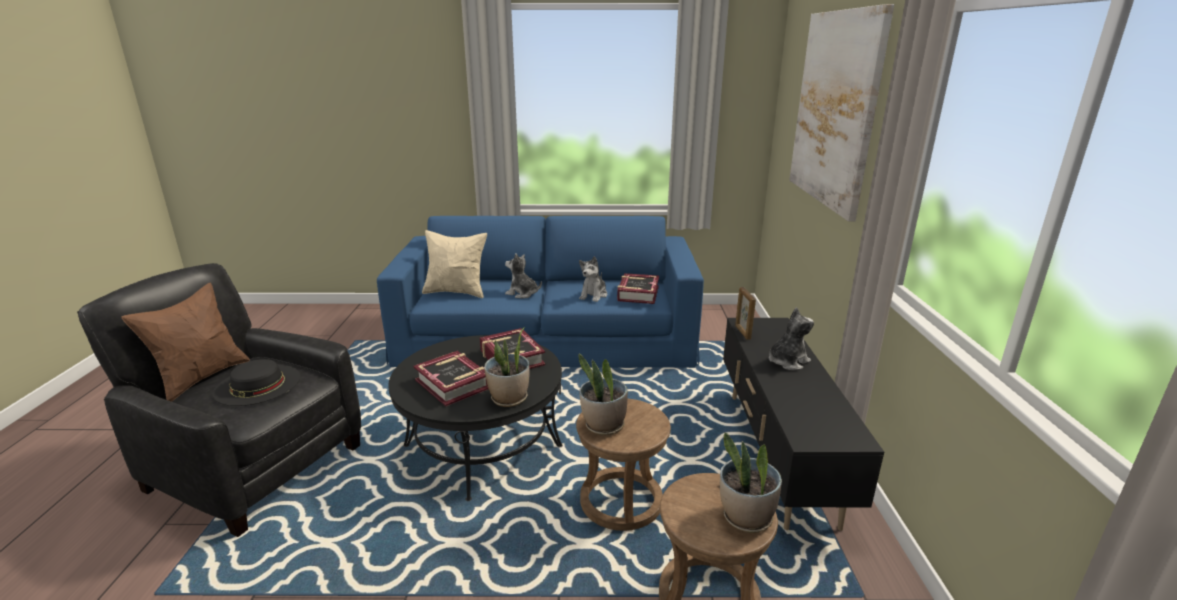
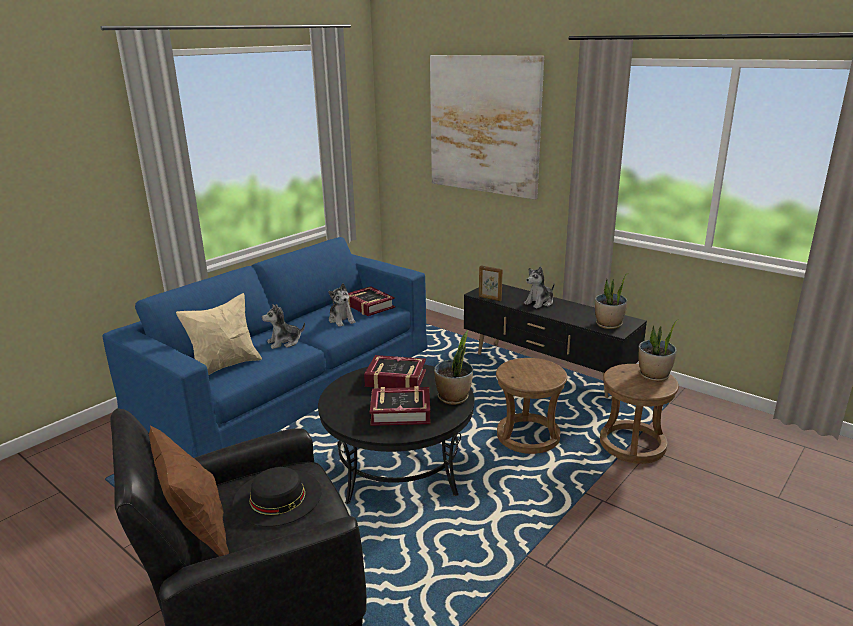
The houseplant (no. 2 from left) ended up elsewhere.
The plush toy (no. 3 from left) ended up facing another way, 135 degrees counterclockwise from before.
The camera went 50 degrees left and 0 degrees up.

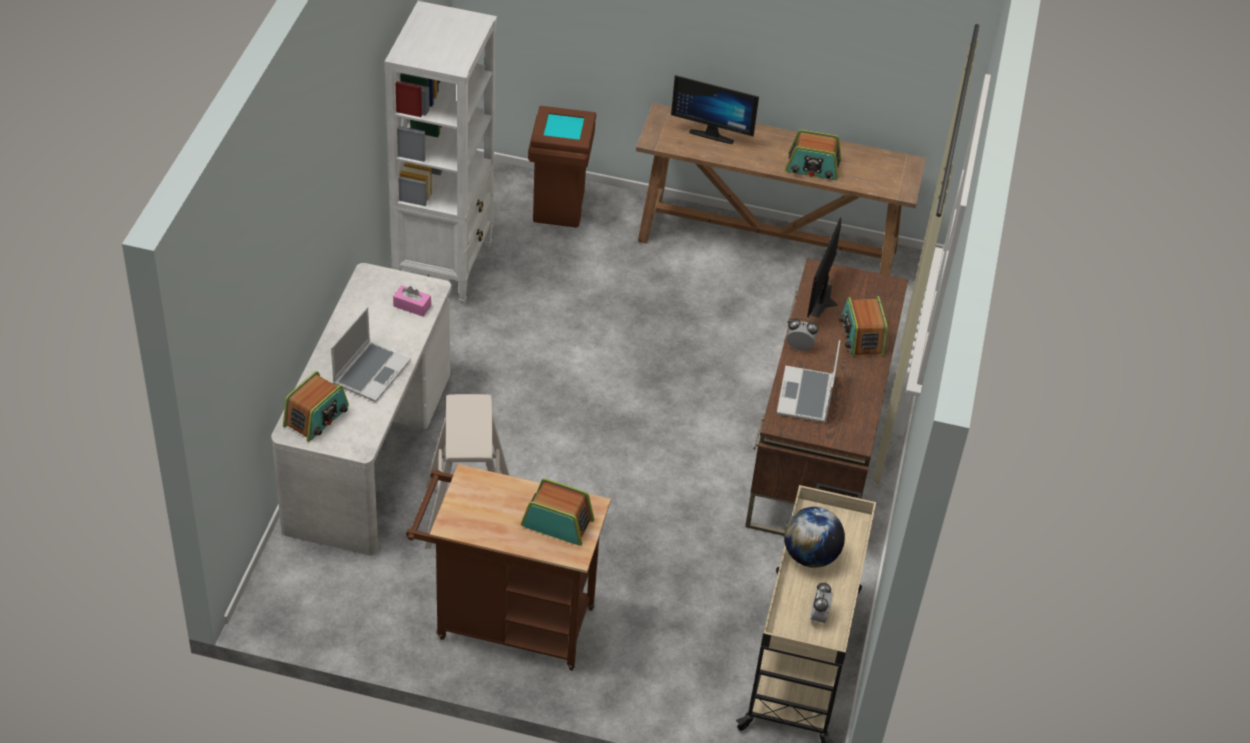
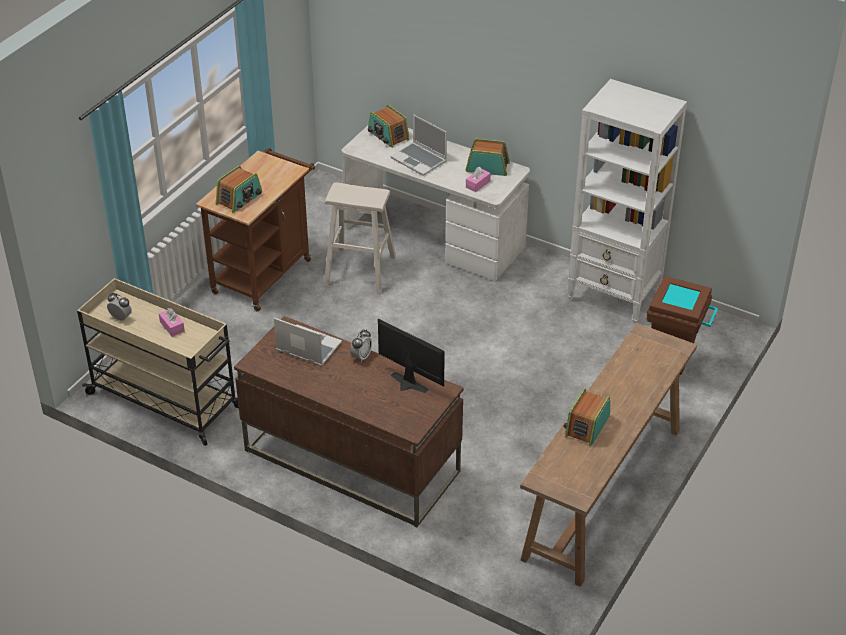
The second view lost the computer display (no. 1 from left).
Where the world globe stood, the box of tissues in pink-coloured (no. 1 from left) came to stand.
The radio (no. 4 from left in the first image) ended up elsewhere.
The camera went 110 degrees right and 5 degrees down.

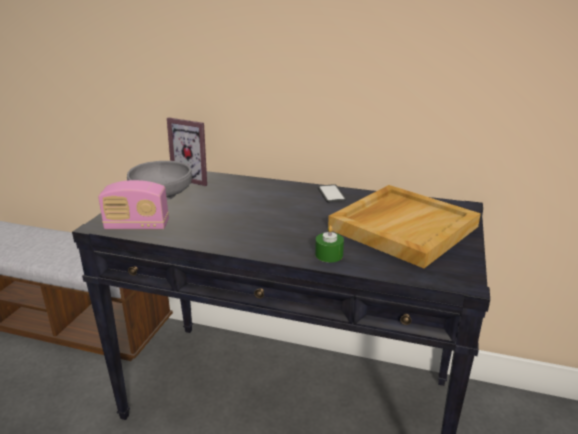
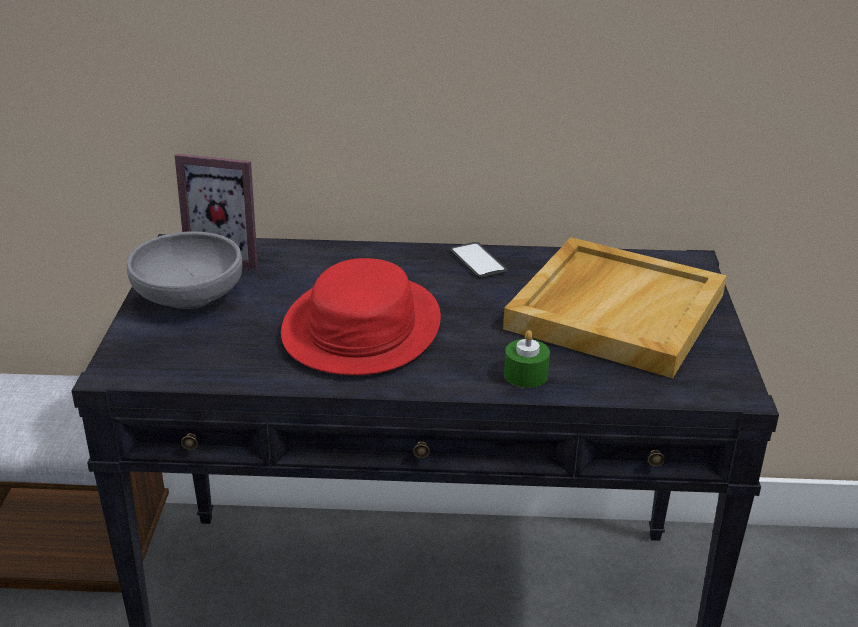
The second view lost the radio.
The second view gained the wearable hat in red.
The camera went 15 degrees left and 5 degrees up.

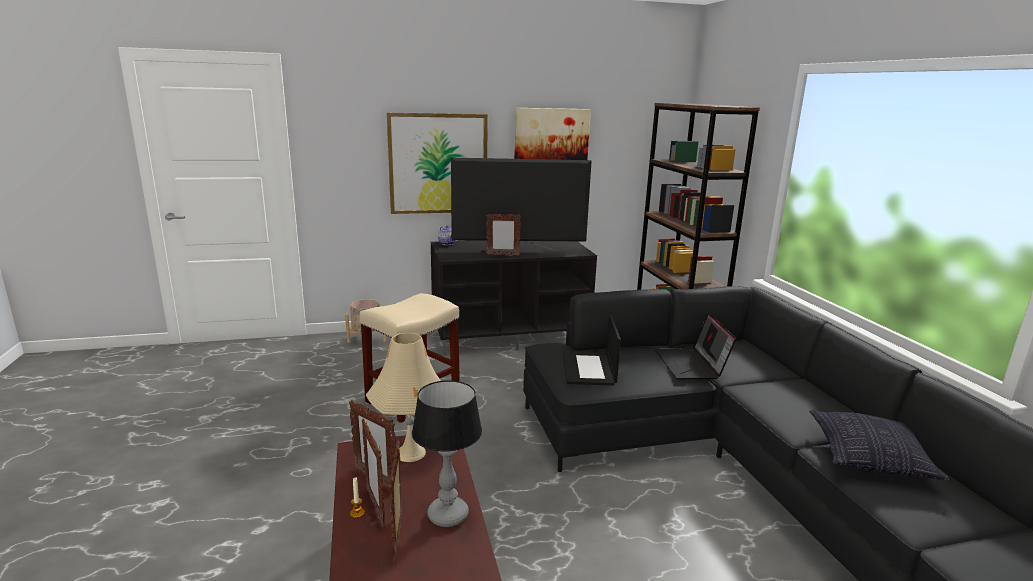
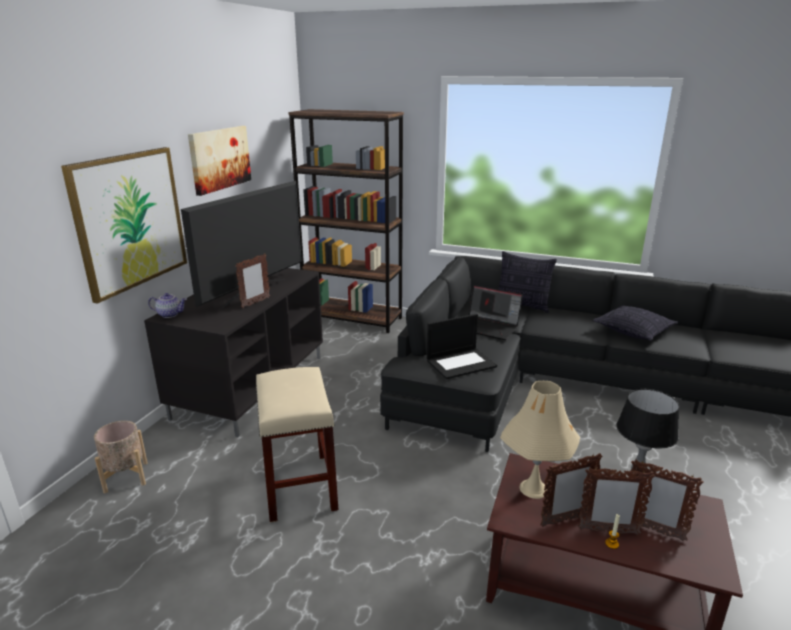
The notebook computer (no. 1 from left) ended up facing another way, 60 degrees counterclockwise from before.
The second view gained the pillow (no. 1 from left).
The camera went 55 degrees left and 5 degrees up.

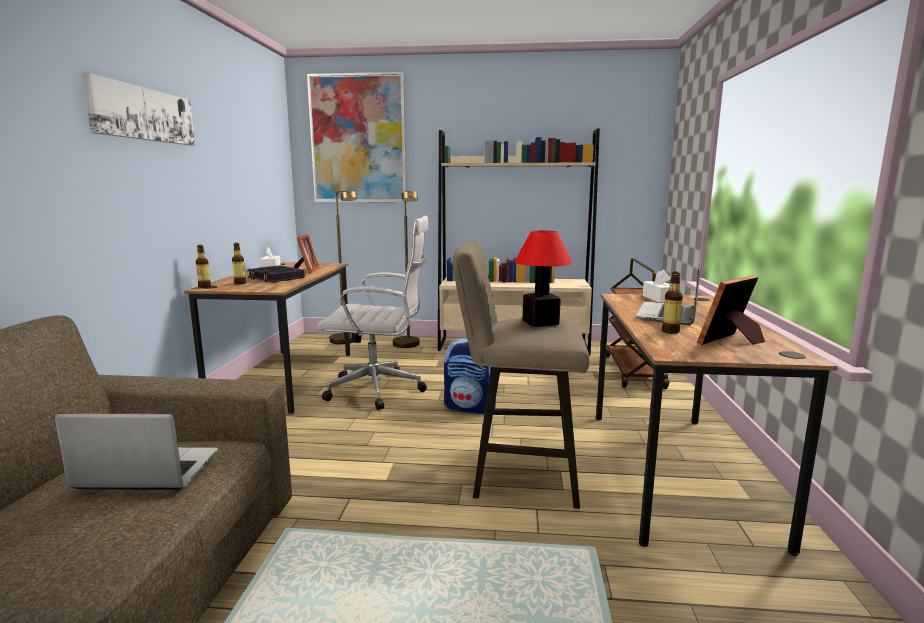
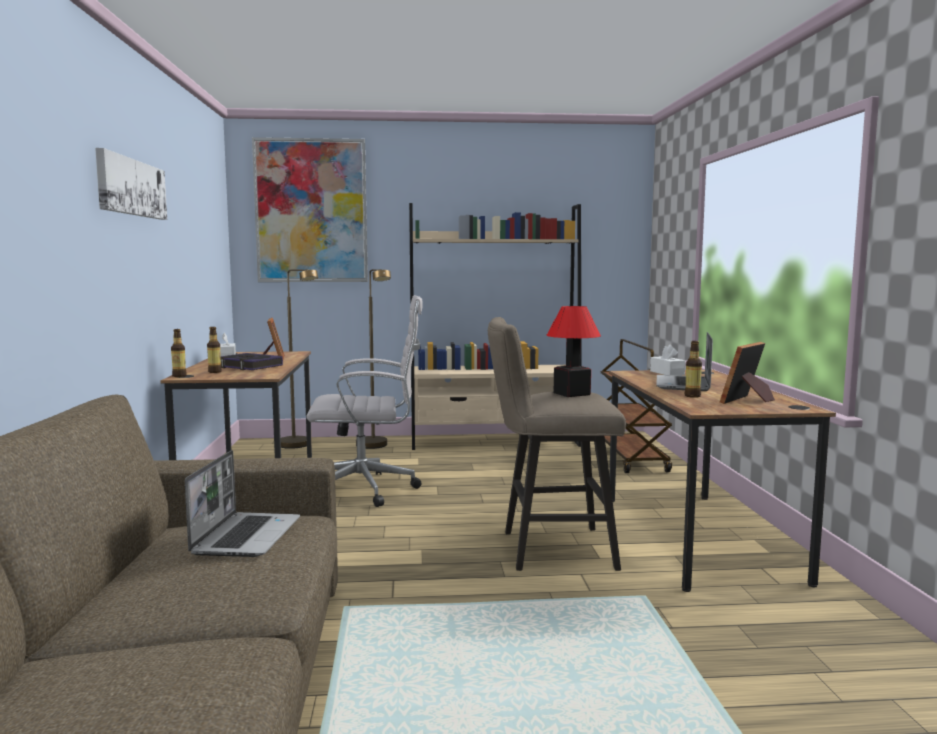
The notebook computer (no. 1 from left) ended up facing another way, 105 degrees clockwise from before.
The second view lost the backpack.
The camera went 10 degrees left and 5 degrees down.

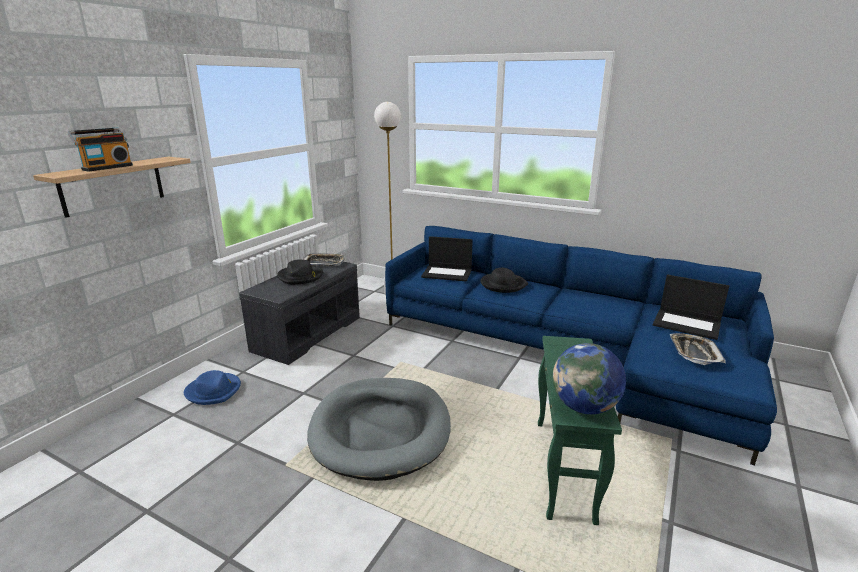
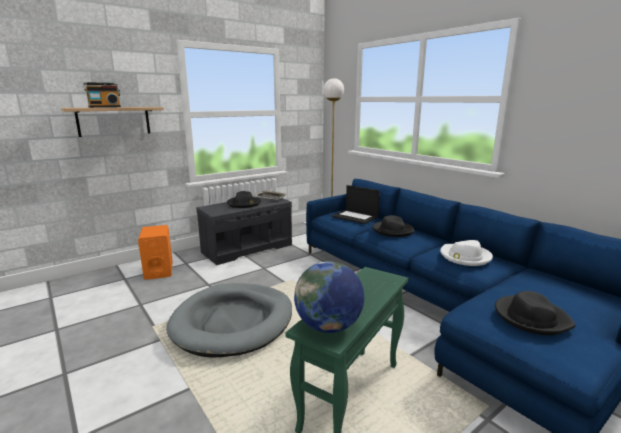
Where the wearable hat in blue-coloured stood, the audio speaker in orange-coloured came to stand.
The second view lost the notebook computer (no. 2 from left).
Where the tray (no. 2 from left) stood, the wearable hat in blackish (no. 3 from left) came to stand.
The second view gained the wearable hat in whitish.
The camera went 25 degrees right and 5 degrees down.

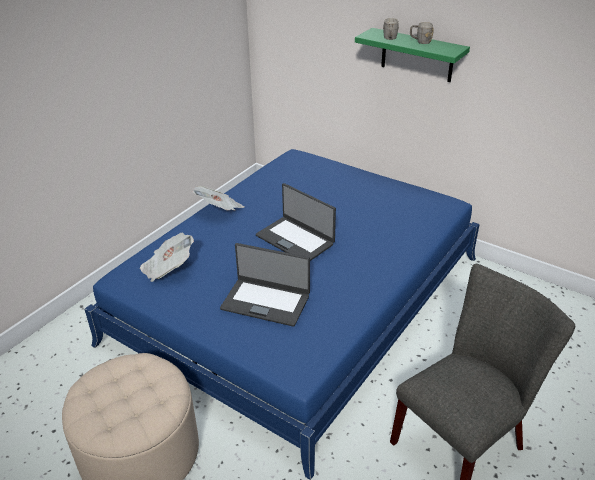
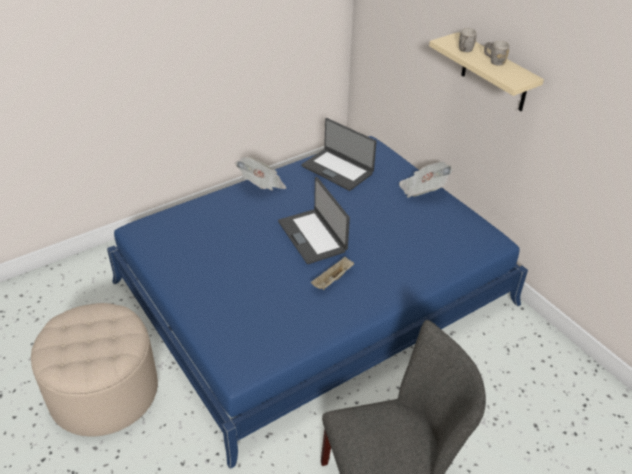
The newspaper (no. 1 from left in the first image) ended up elsewhere.
The notebook computer (no. 1 from left in the first image) ended up elsewhere.
What was the shelf in greenish turned into the shelf in sand-coloured.
The second view gained the tray in sand-coloured.
The camera went 20 degrees right and 5 degrees up.

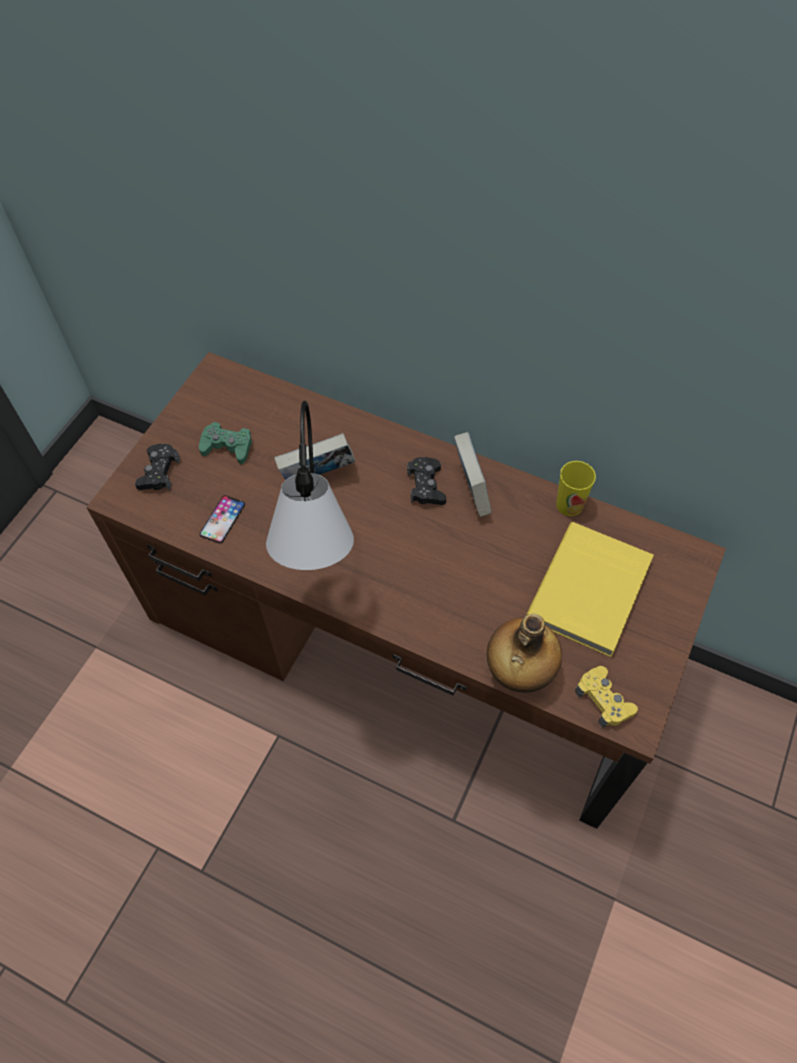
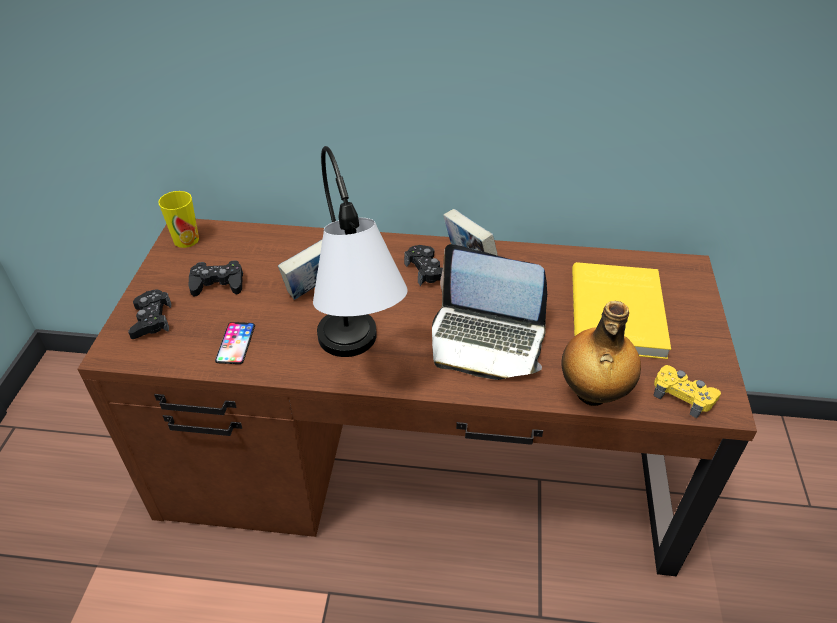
What was the game controller in greenish turned into the game controller in blackish (no. 2 from left).
The cup ended up elsewhere.
The second view gained the notebook computer.
The camera went 20 degrees left and 15 degrees down.

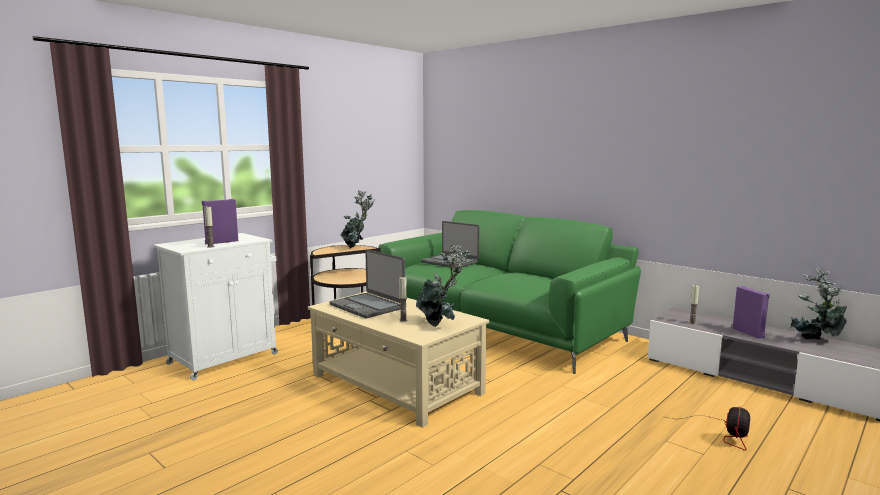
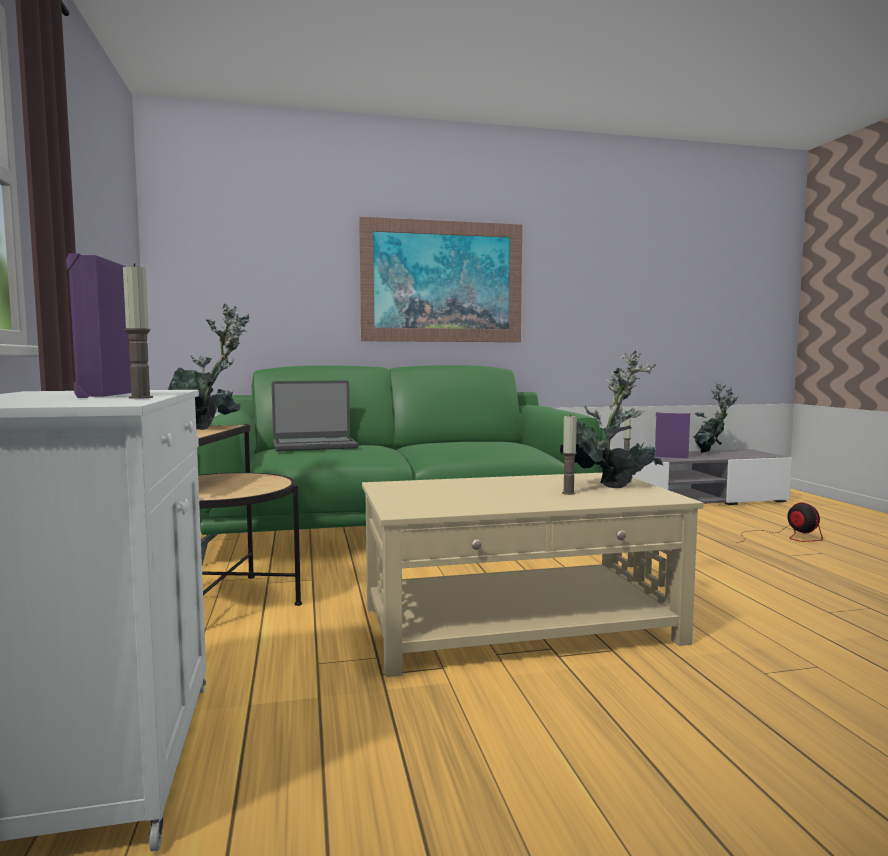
The second view lost the notebook computer (no. 1 from left).
The second view gained the wall picture.
The camera went 55 degrees left and 5 degrees down.

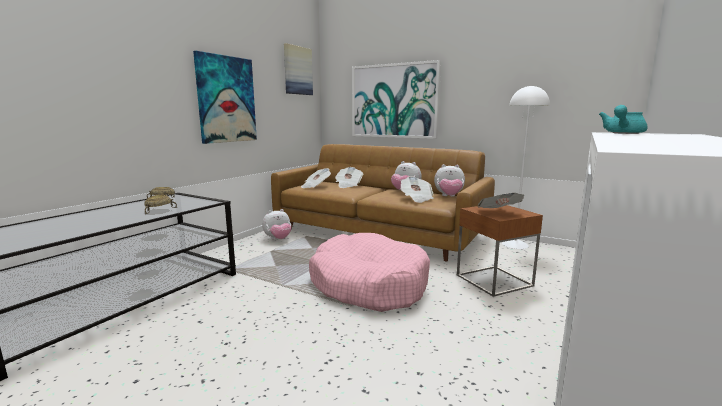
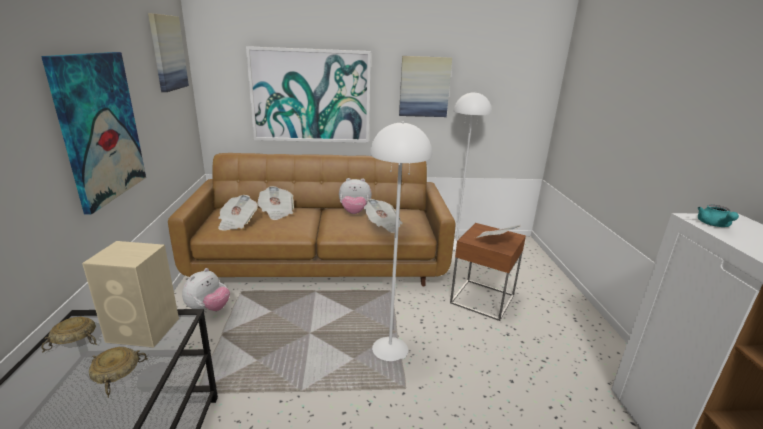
Where the dog bed in pink-coloured stood, the standing lamp in whitish (no. 1 from left) came to stand.
The second view lost the plush toy (no. 3 from left).
The second view gained the audio speaker in sand-coloured.
The second view gained the wall picture (no. 4 from left).
The camera went 35 degrees left and 10 degrees up.

